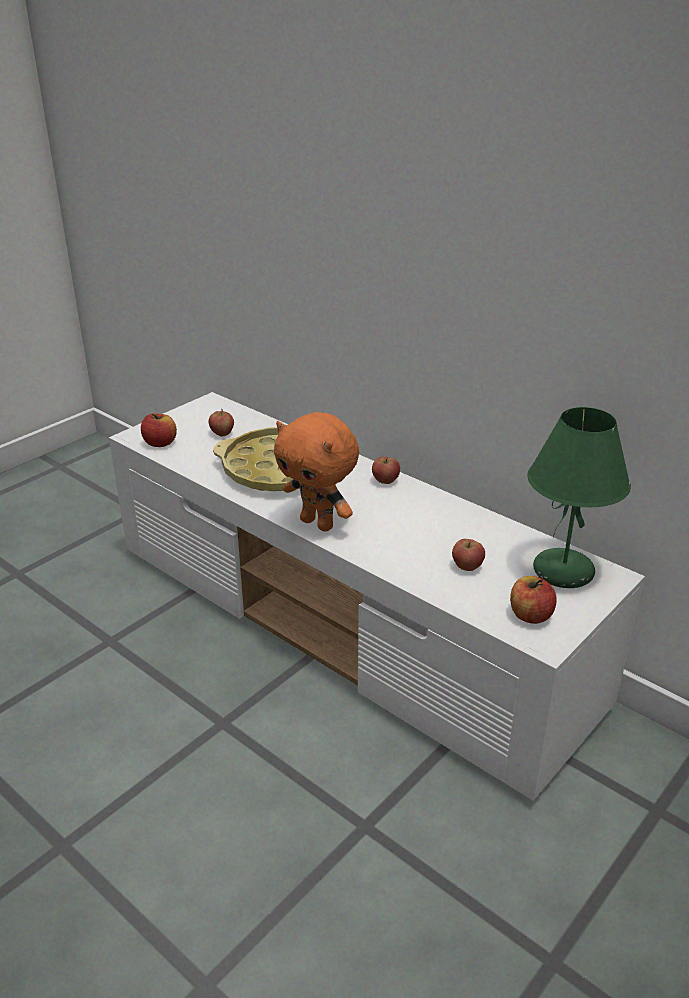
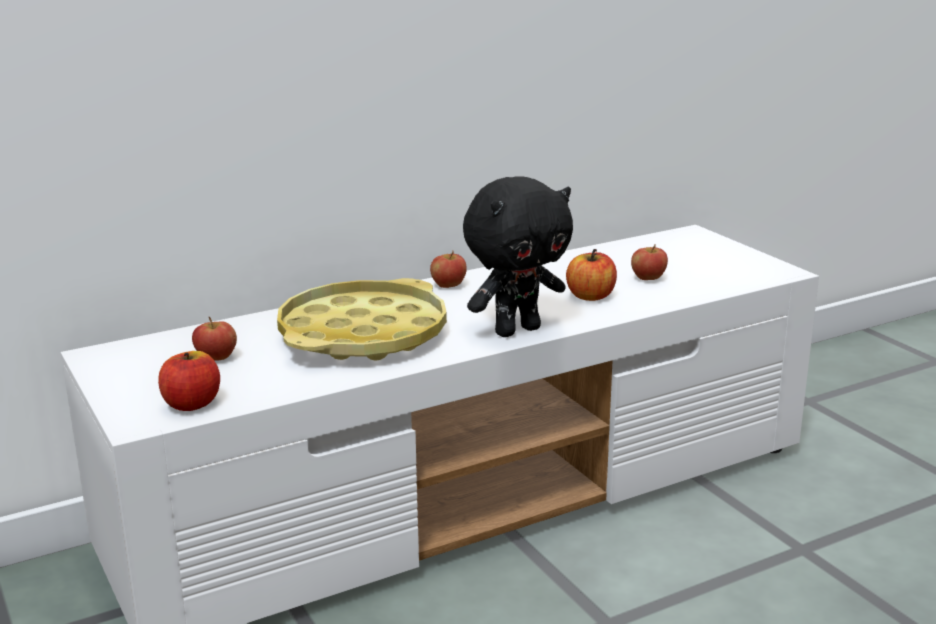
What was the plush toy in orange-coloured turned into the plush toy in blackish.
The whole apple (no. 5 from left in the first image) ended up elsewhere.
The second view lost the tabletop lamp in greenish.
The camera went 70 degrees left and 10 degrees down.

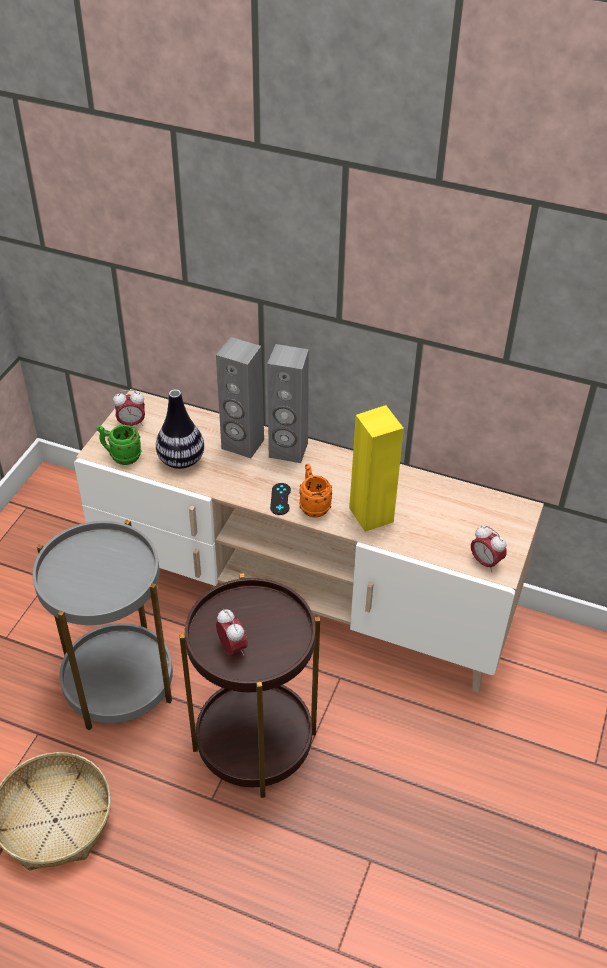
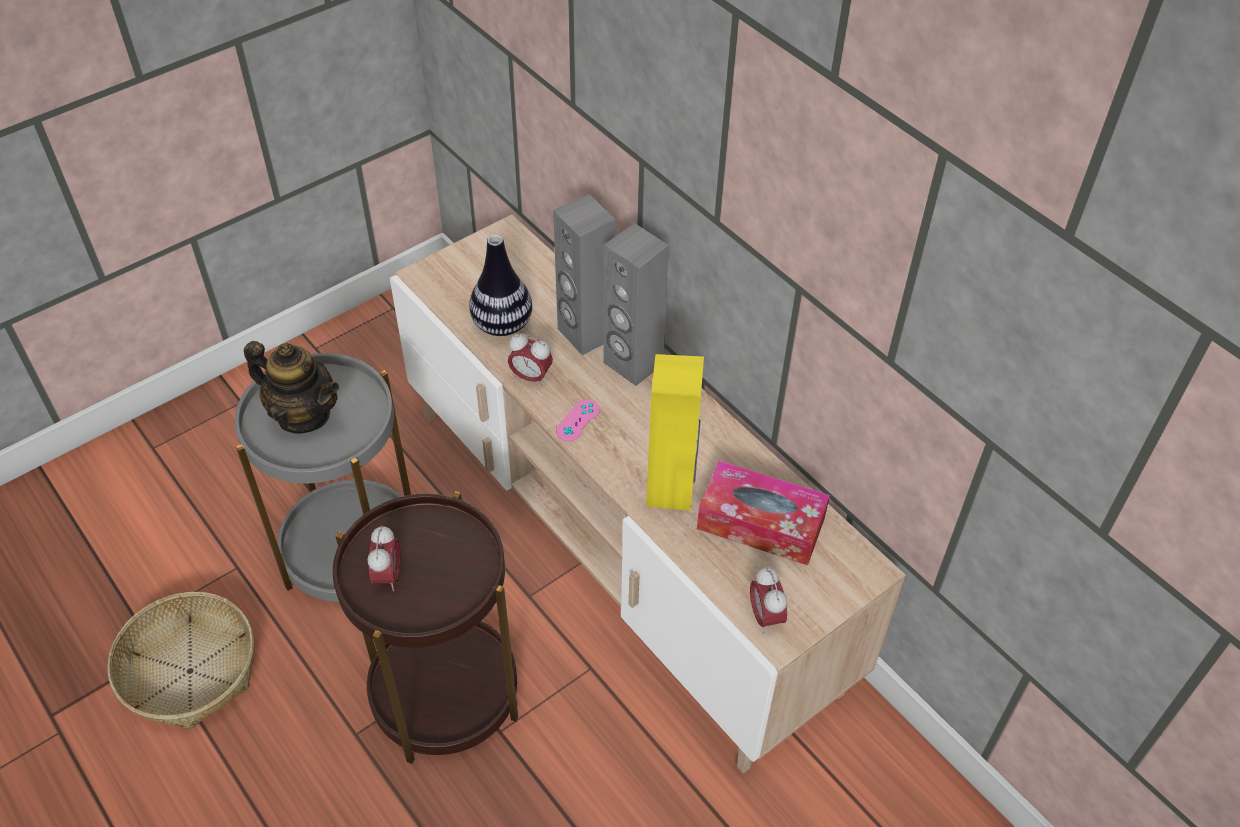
The second view lost the coffee mug in greenish.
The bedside clock (no. 1 from left in the first image) ended up elsewhere.
What was the game controller in blackish turned into the game controller in pink-coloured.
The second view lost the coffee mug in orange-coloured.
The second view gained the tea pot.
The second view gained the box of tissues.
The camera went 30 degrees right and 5 degrees up.

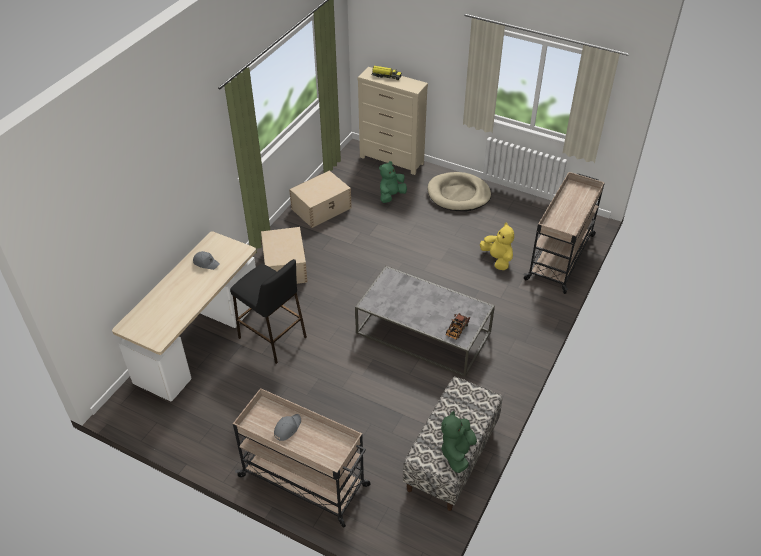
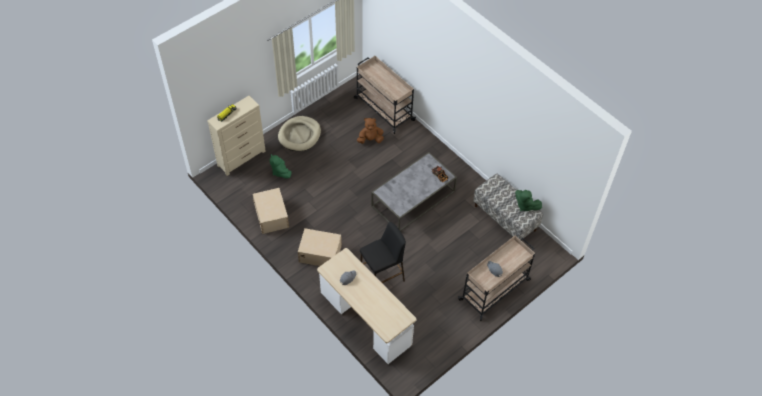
What was the plush toy in yellow turned into the plush toy in brown-coloured.
The camera went 70 degrees left and 10 degrees up.

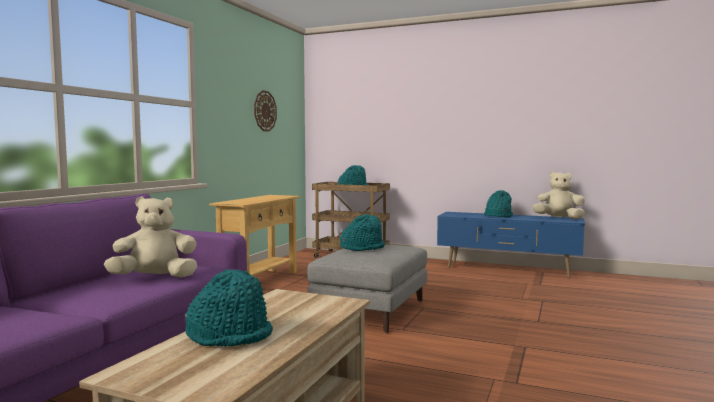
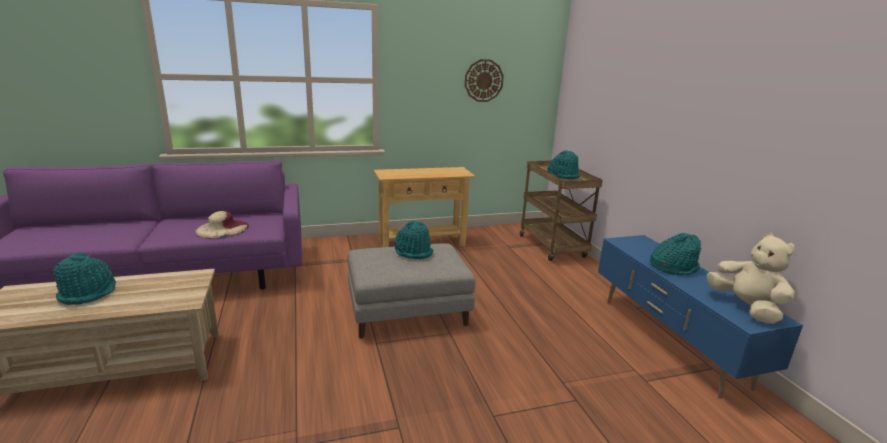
Where the plush toy in sand-coloured (no. 1 from left) stood, the wearable hat in sand-coloured came to stand.
The camera went 50 degrees right and 15 degrees up.

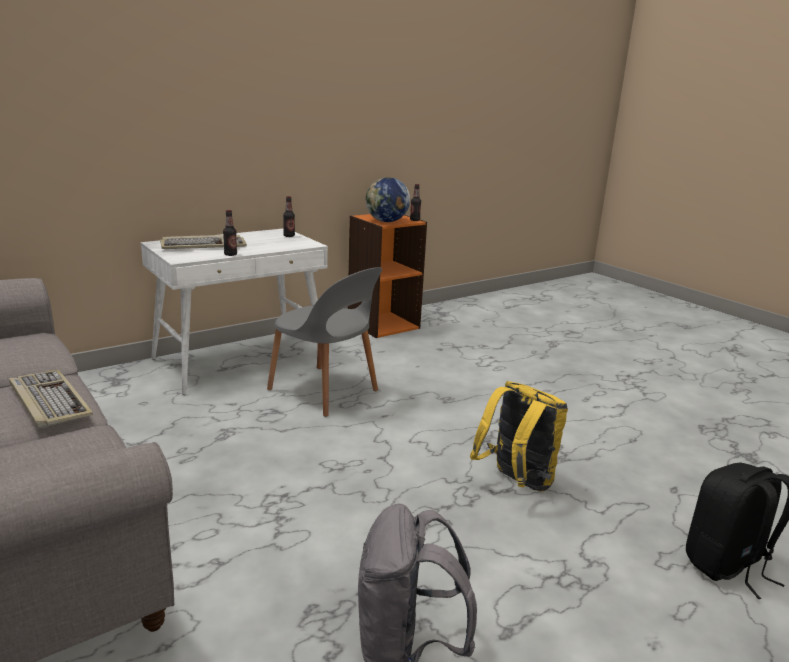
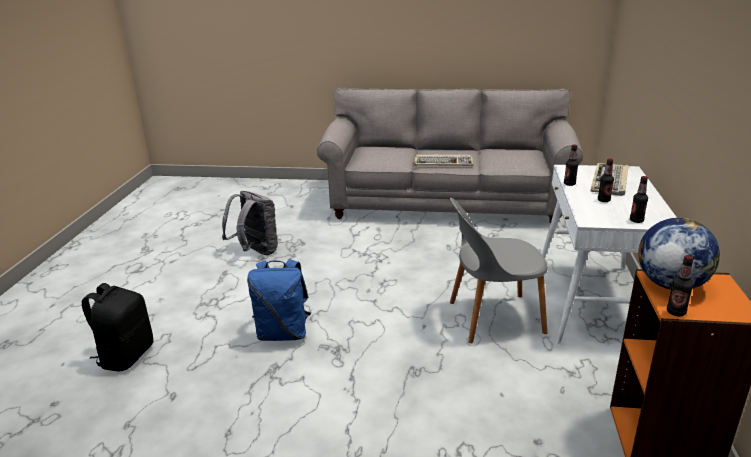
What was the backpack in yellow turned into the backpack in blue-coloured.
The second view gained the beverage bottle (no. 2 from left).
The camera went 135 degrees right and 5 degrees up.

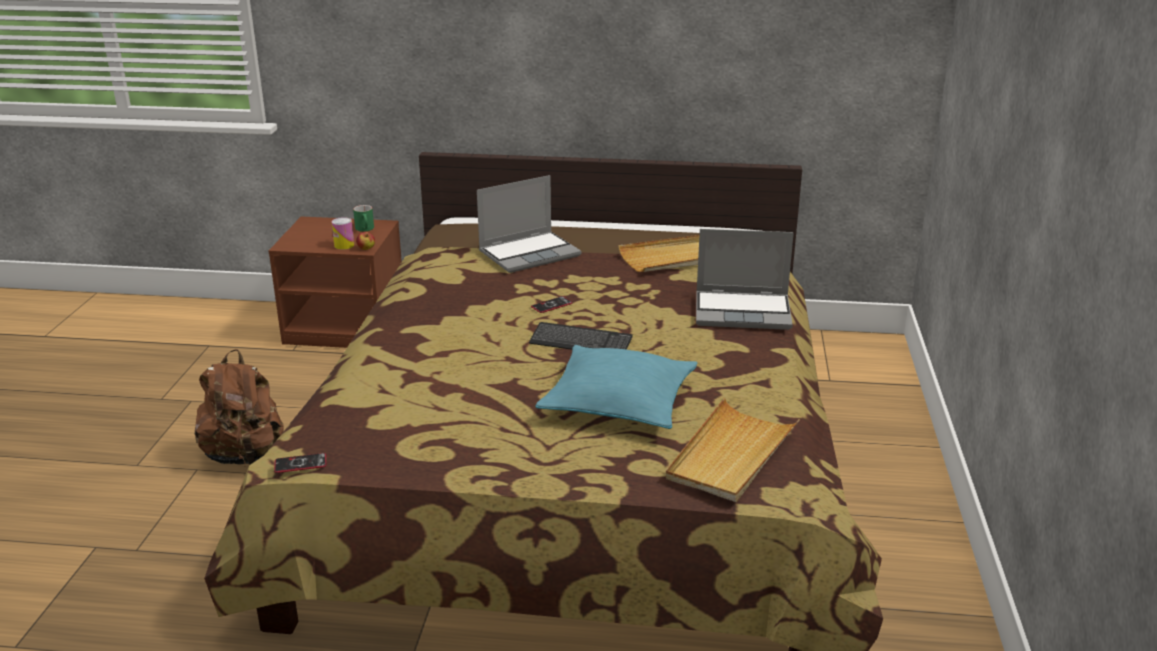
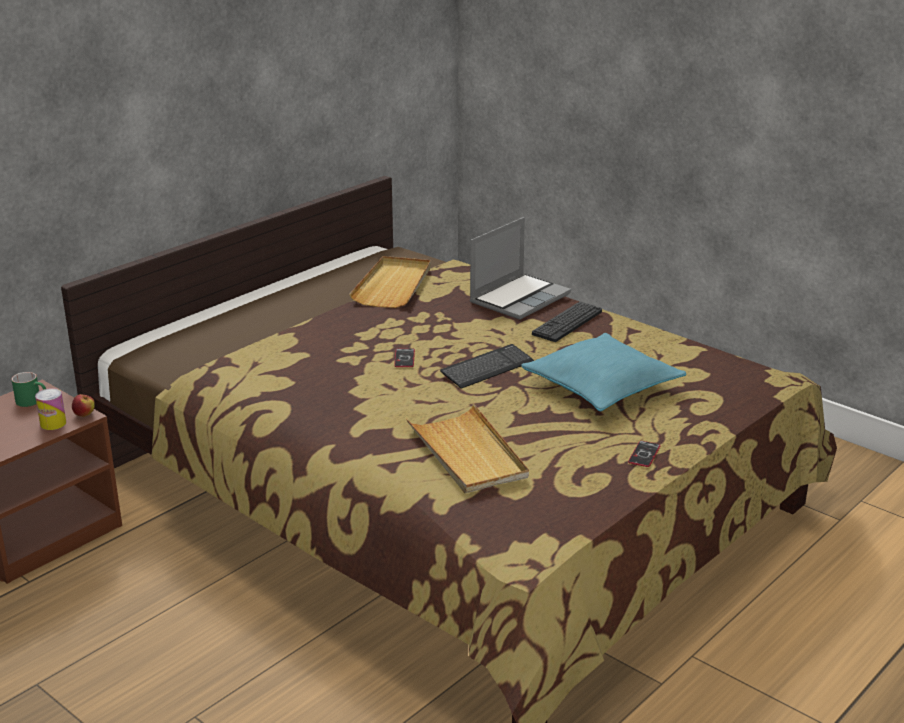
The second view lost the backpack in brown-coloured.
The handset (no. 1 from left in the first image) ended up elsewhere.
The second view lost the notebook computer (no. 1 from left).
The tray in sand-coloured (no. 2 from left) ended up elsewhere.
The second view gained the computer keyboard (no. 2 from left).
The camera went 55 degrees left and 0 degrees up.

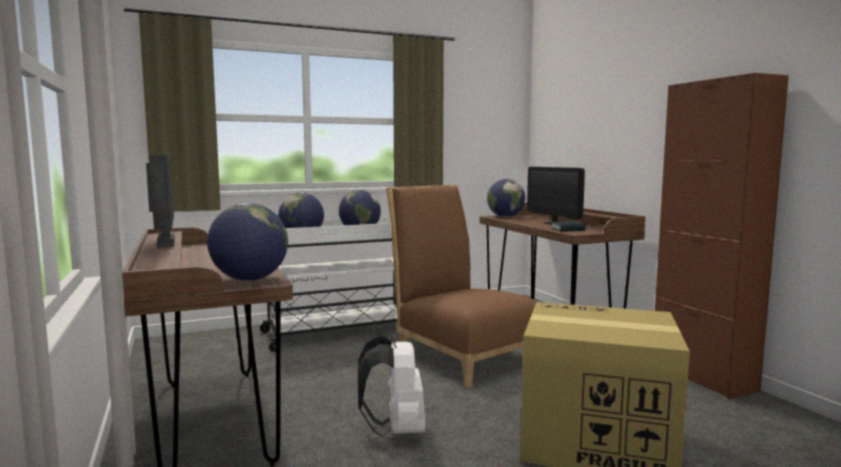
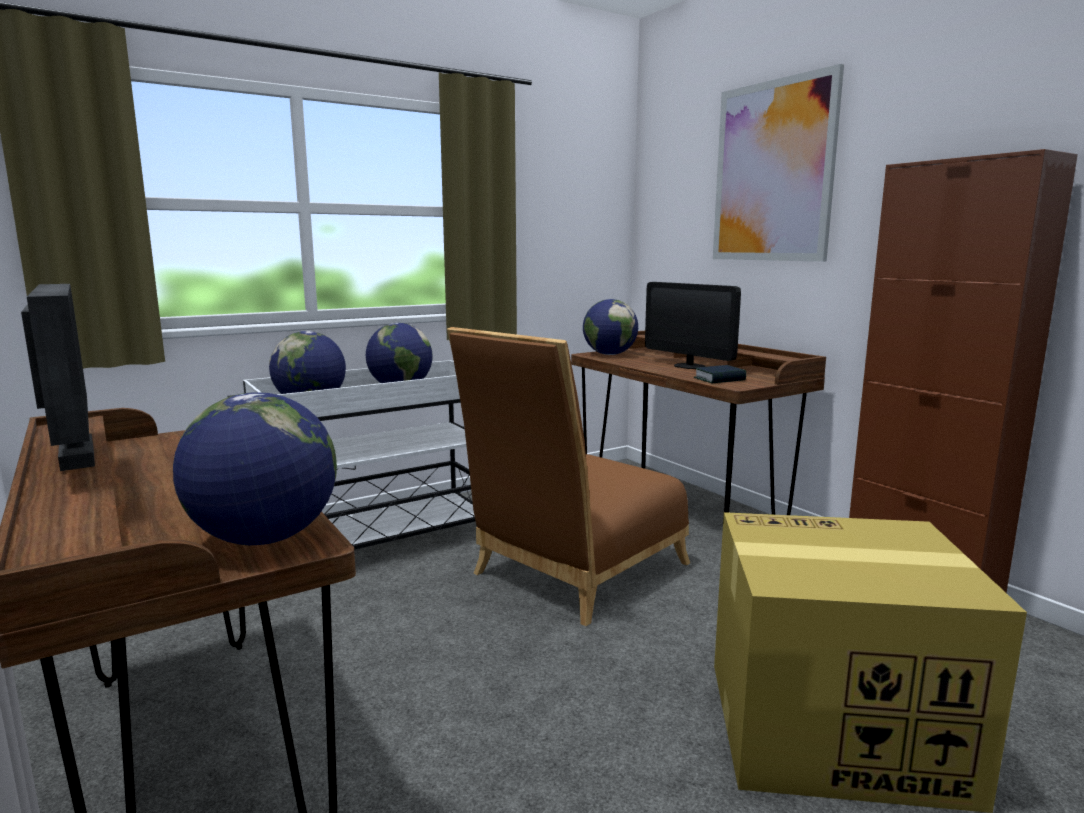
The second view lost the backpack in whitish.
The upright chair in brown-coloured ended up facing another way, 90 degrees counterclockwise from before.
The second view gained the wall picture.
The camera went 10 degrees left and 5 degrees up.

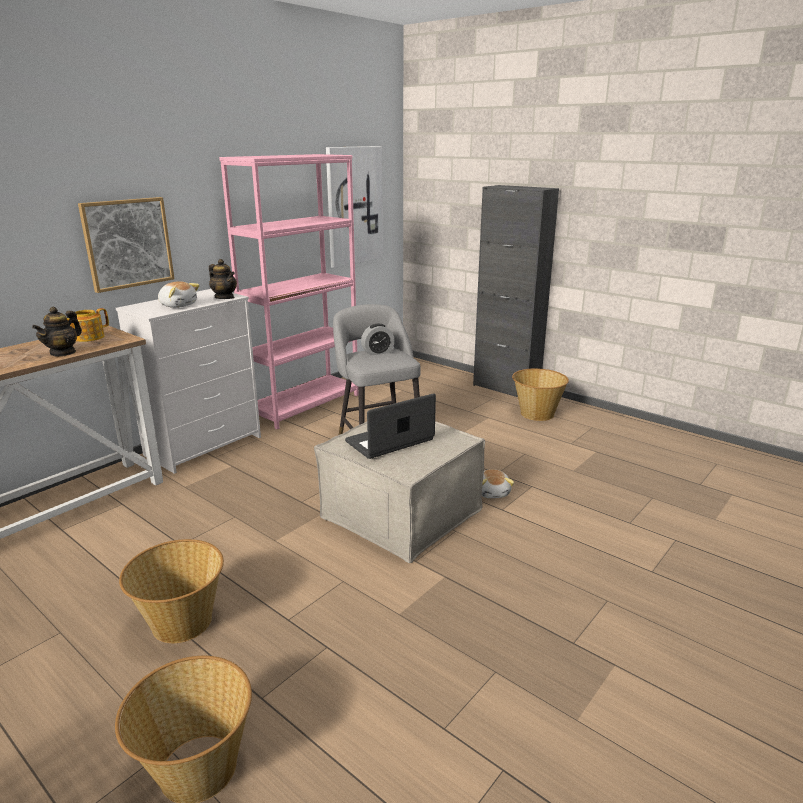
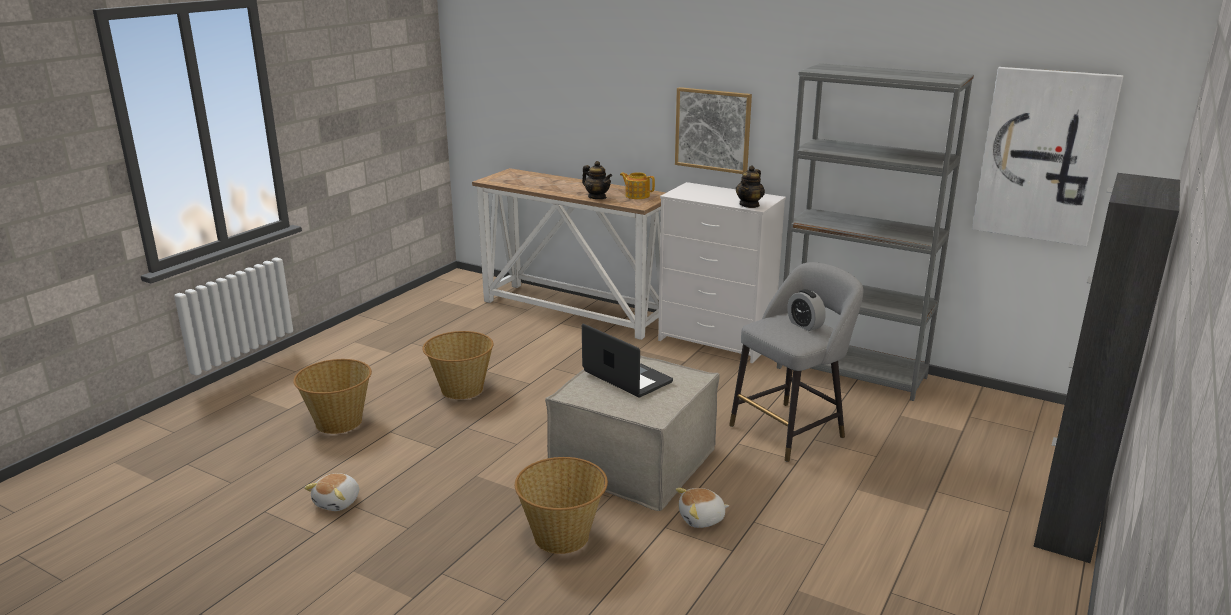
The tea pot (no. 1 from left) ended up facing another way, 150 degrees counterclockwise from before.
The plush toy (no. 1 from left) ended up elsewhere.
What was the bookcase in pink-coloured turned into the bookcase in greyish.
The basket (no. 3 from left) ended up elsewhere.
The camera went 80 degrees right and 0 degrees up.

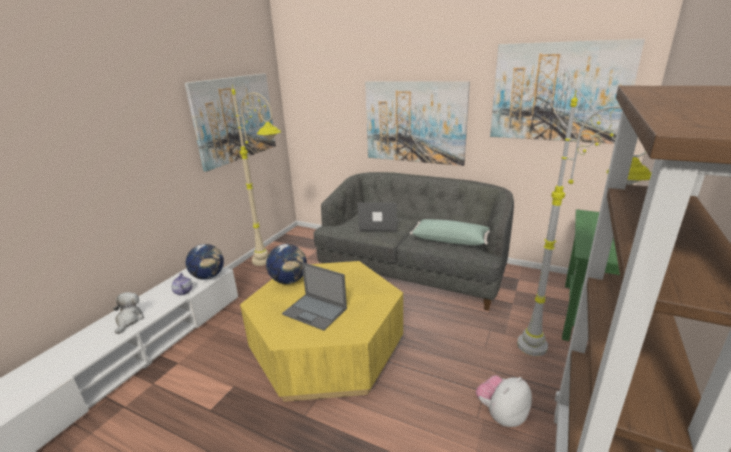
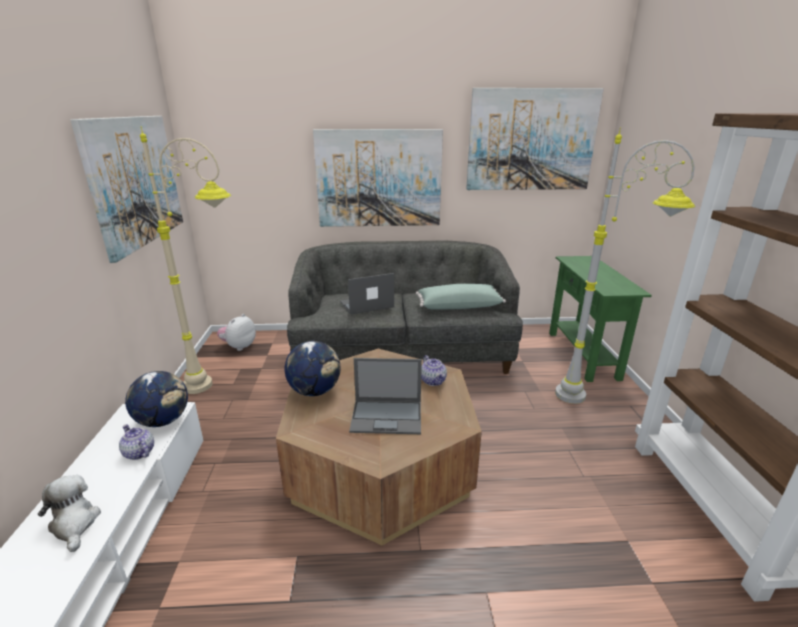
What was the lounge table in yellow turned into the lounge table in brown-coloured.
The plush toy (no. 2 from left) ended up elsewhere.
The second view gained the tea pot (no. 2 from left).
The camera went 30 degrees left and 0 degrees up.

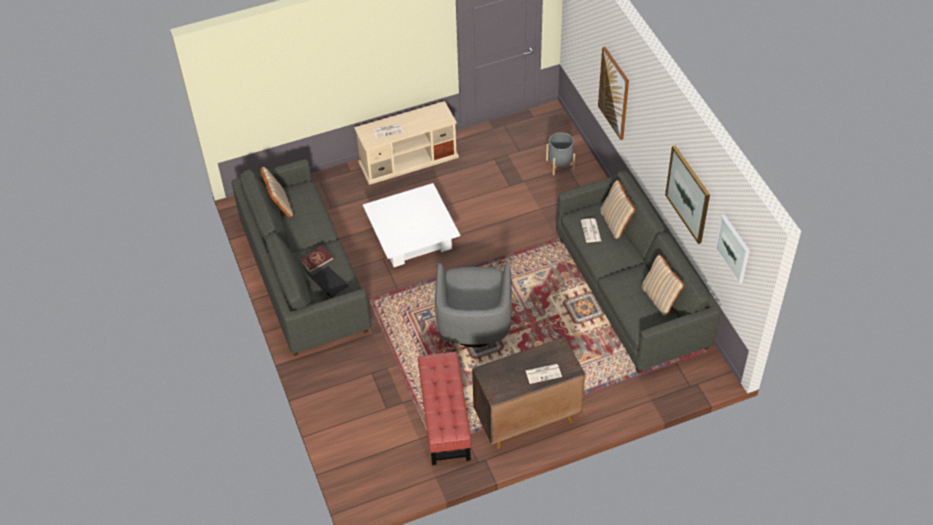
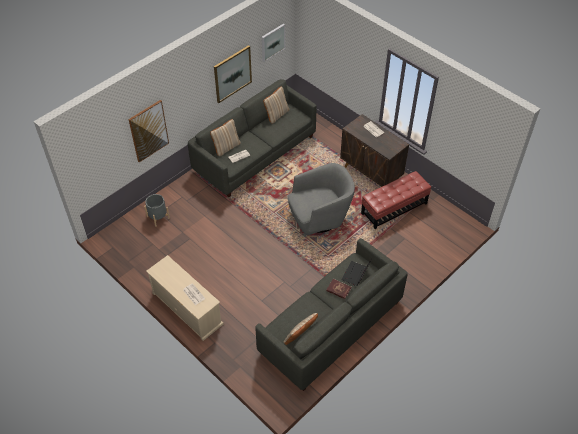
The second view lost the lounge table in whitish.
The camera went 115 degrees left and 0 degrees up.

